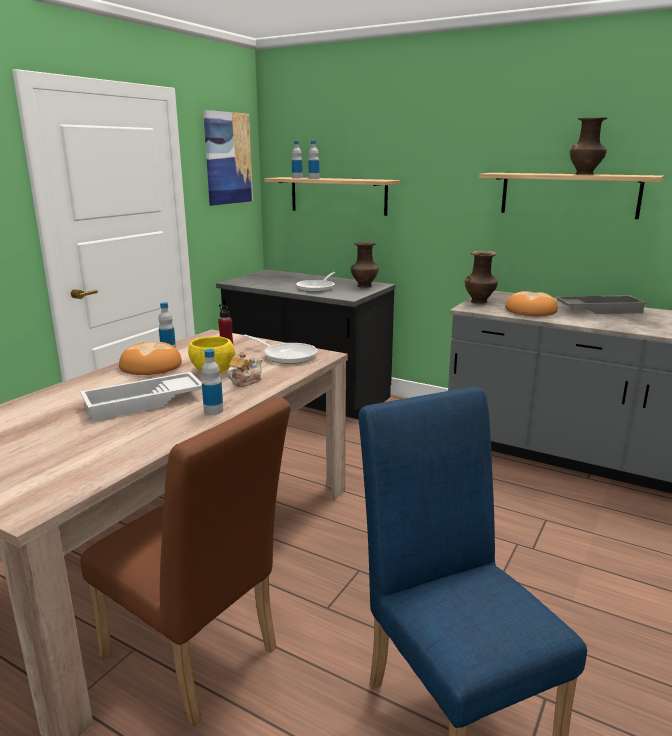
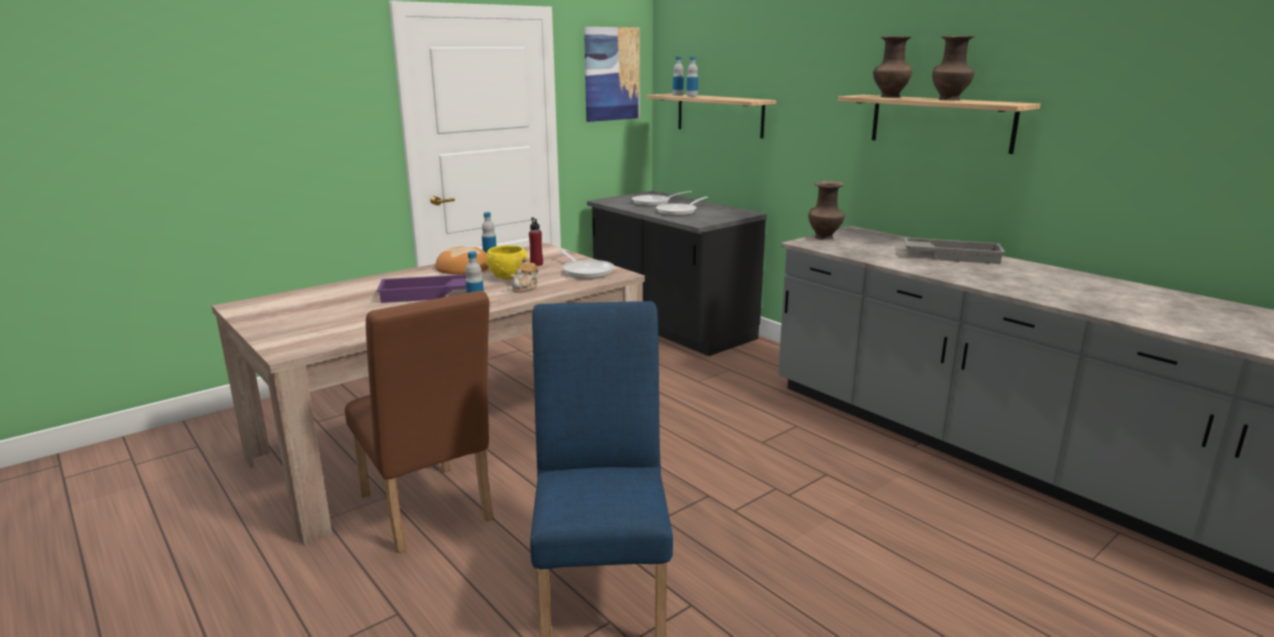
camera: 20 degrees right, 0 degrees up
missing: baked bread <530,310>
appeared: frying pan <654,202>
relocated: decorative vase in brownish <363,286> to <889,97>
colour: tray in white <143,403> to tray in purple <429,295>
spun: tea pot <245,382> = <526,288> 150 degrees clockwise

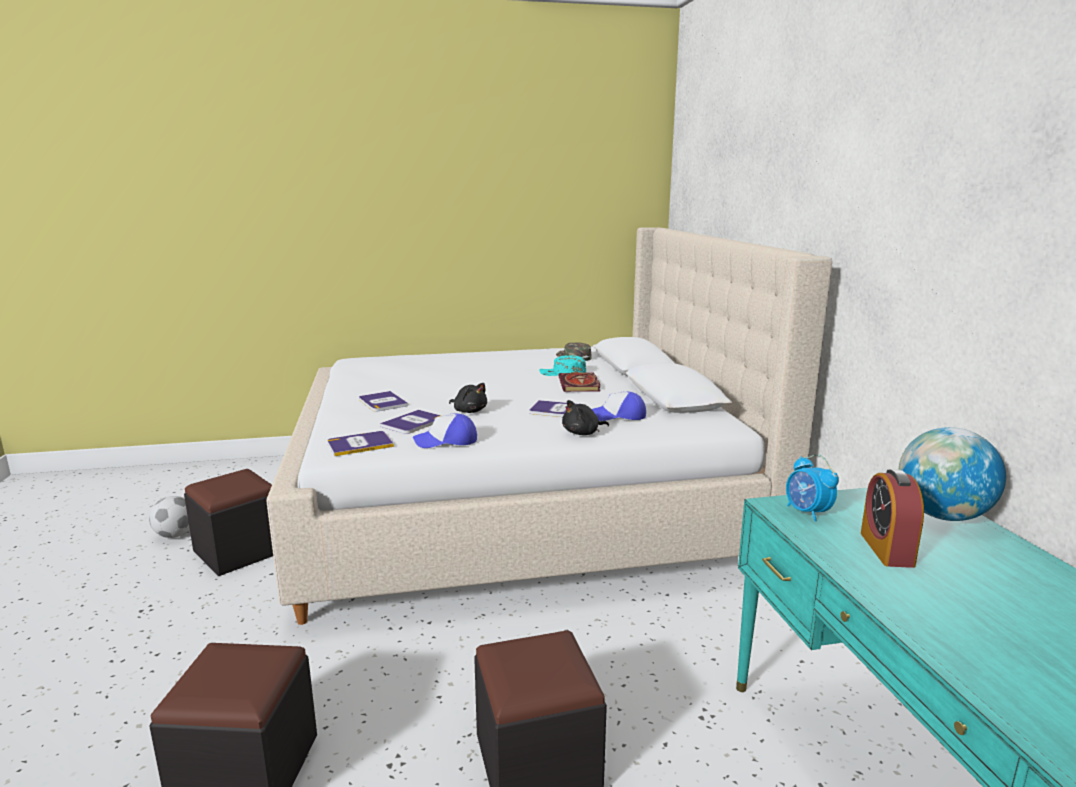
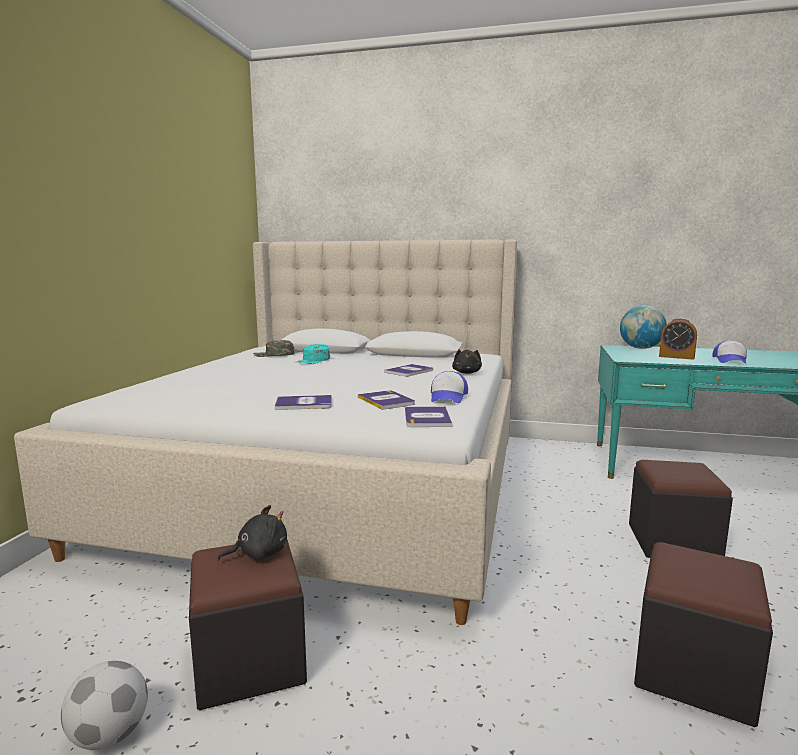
camera: 65 degrees left, 5 degrees down
missing: bound book <580,385>; bedside clock <807,512>
relocated: plush toy in black <469,411> to <259,553>; peaked cap <618,416> to <730,360>

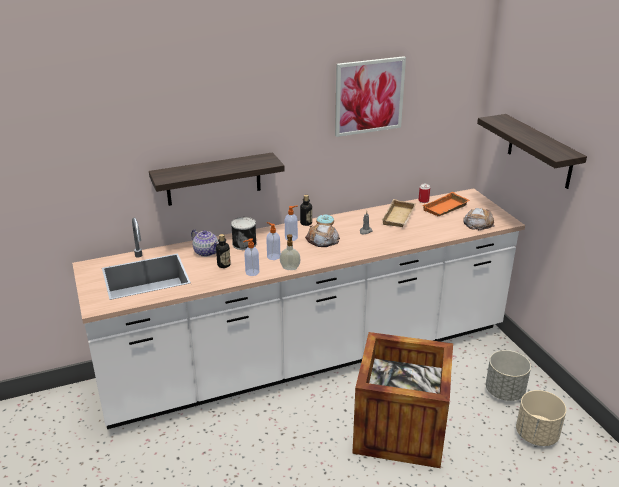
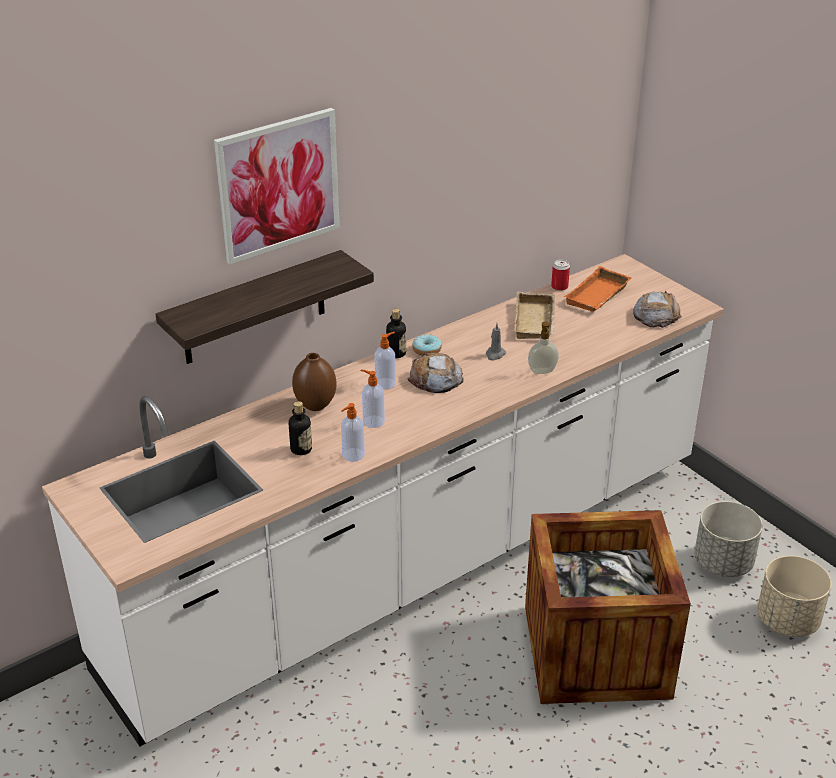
camera: 15 degrees left, 5 degrees up
missing: tea pot <206,252>; bracket shelf <540,151>
relocated: liquid soap bottle <290,268> to <542,372>; picture <369,96> to <278,185>
exchanged: sealed can <244,243> to decorative vase in brownish <315,405>

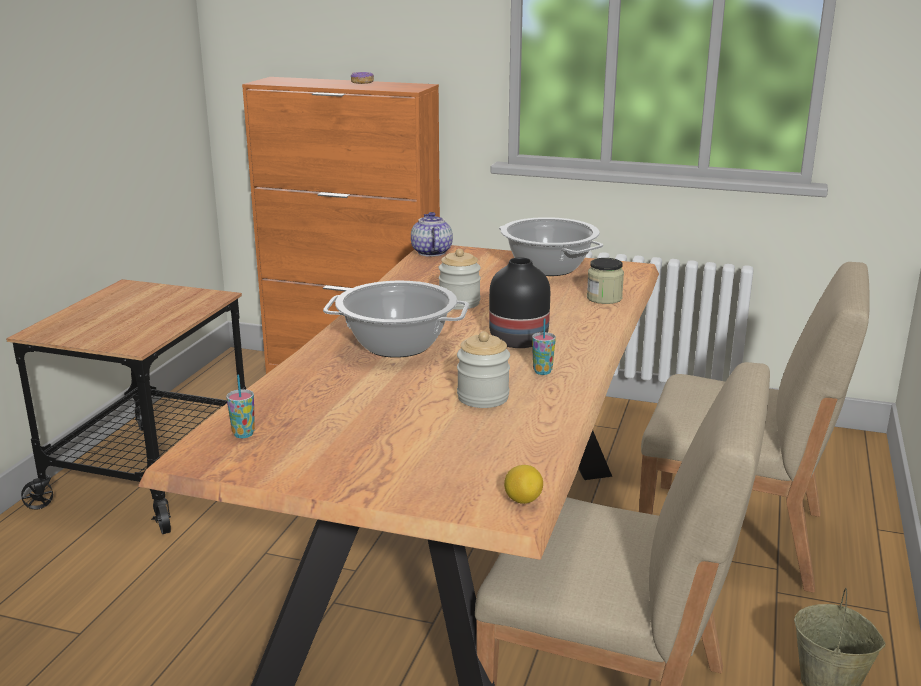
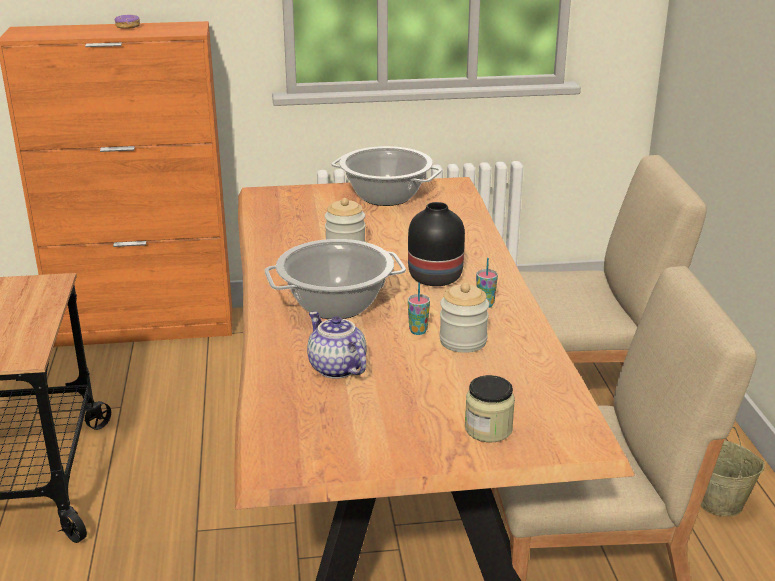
camera: 25 degrees left, 5 degrees up
missing: citrus fruit <523,500>
relocated: cup <243,434> to <418,331>; tea pot <430,252> to <335,368>; storage jar <604,298> to <488,429>

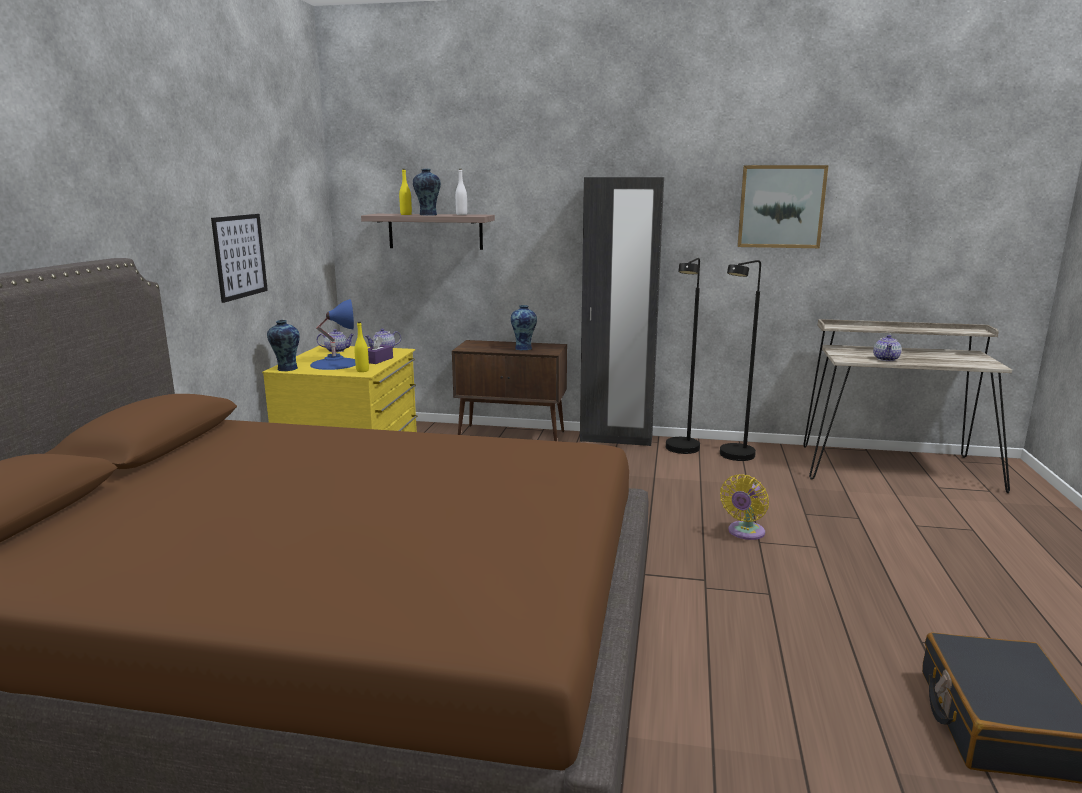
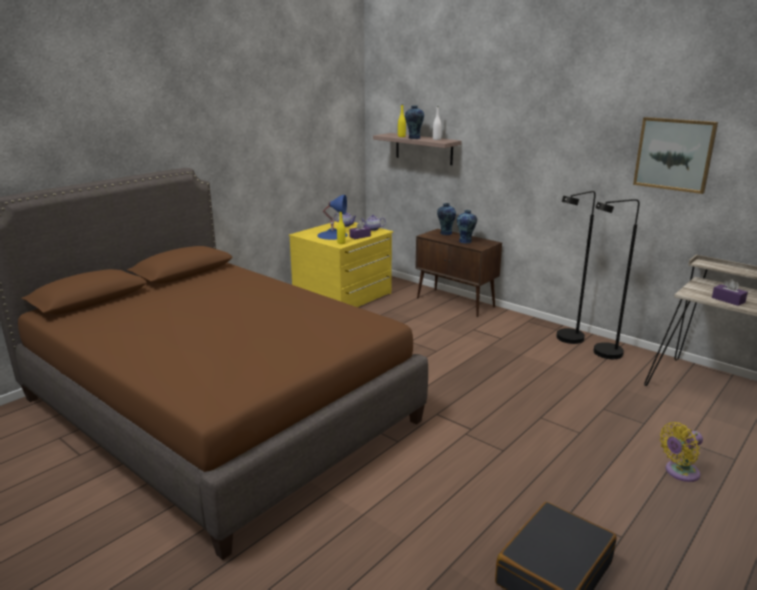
camera: 30 degrees right, 5 degrees up
missing: picture <240,256>; clothes cupboard in black <616,439>
relocated: decorative vase <286,369> to <445,233>; electric fan in yellow-coloured <744,533> to <679,472>
exchanged: tea pot <886,359> to tissue holder in purple <728,300>

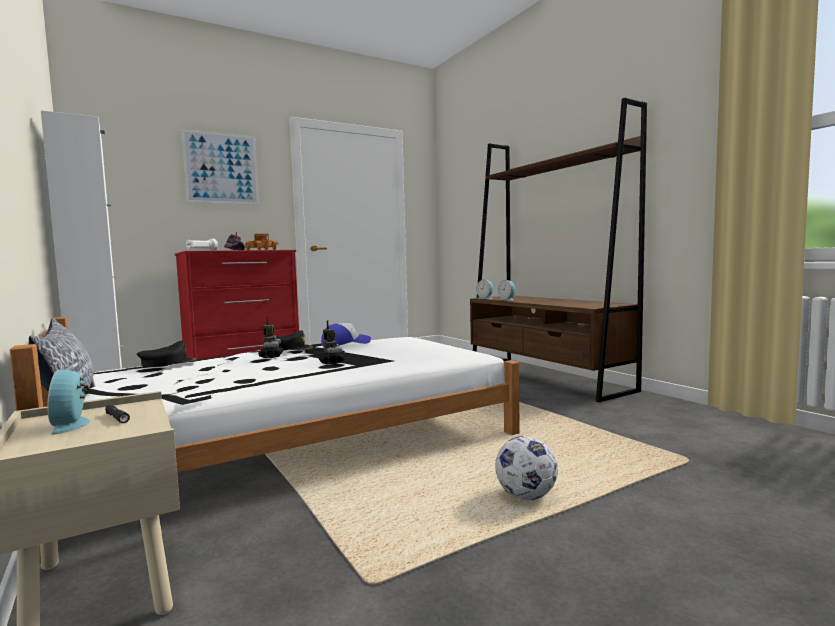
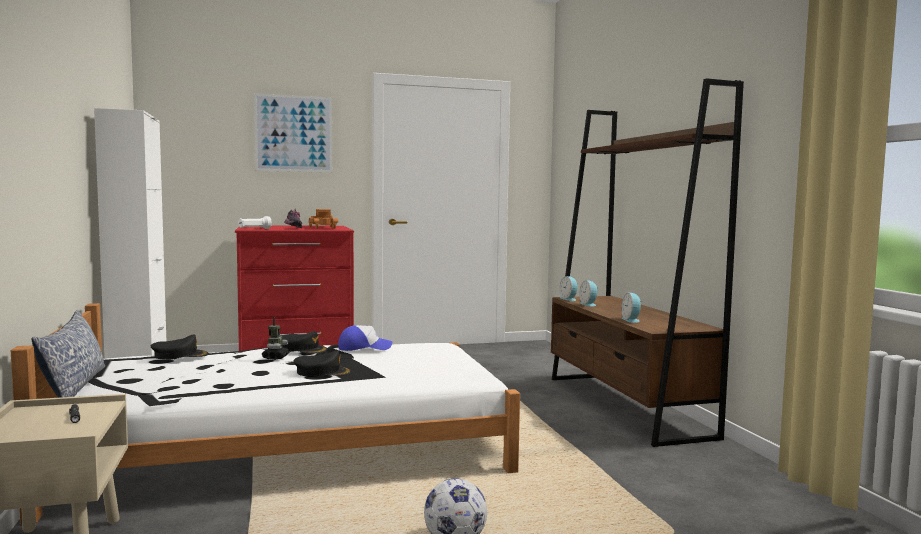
camera: 15 degrees right, 0 degrees up
relocated: bedside clock <72,424> to <631,320>
exchanged: robot figure <331,362> to peaked cap in black <322,372>

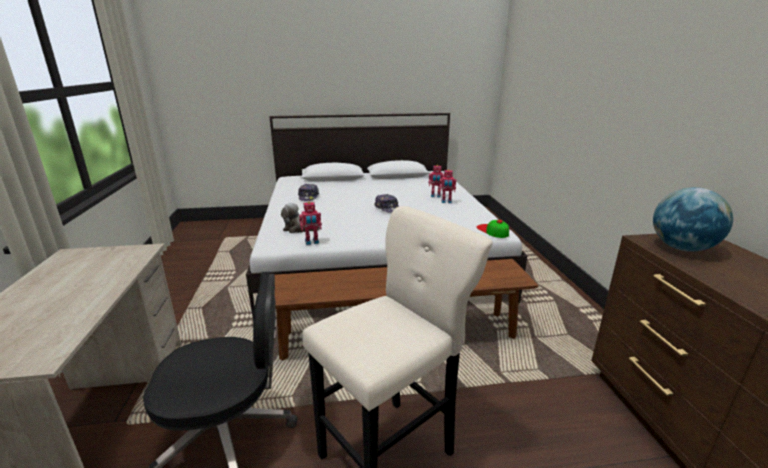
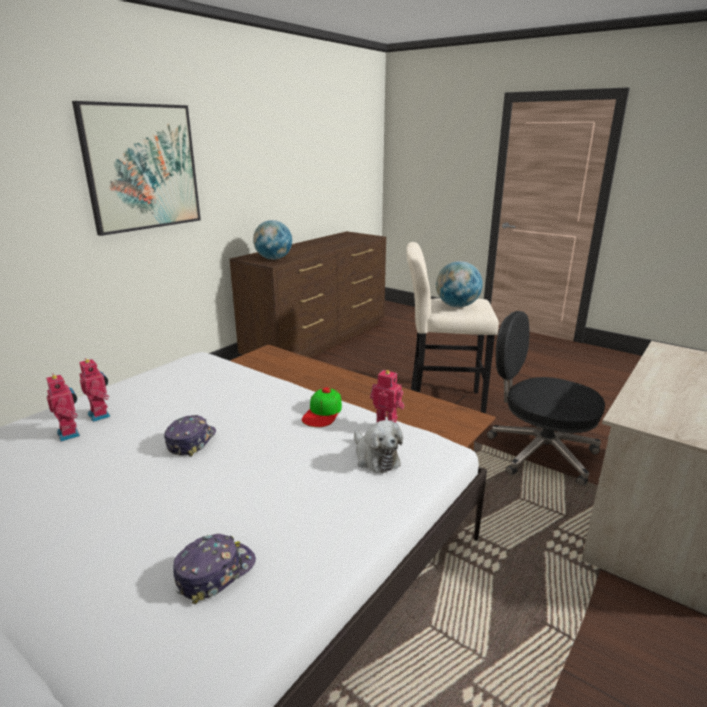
camera: 135 degrees left, 0 degrees up
appeared: picture <142,167>; globe <457,306>
relocated: peaked cap <492,230> to <323,412>

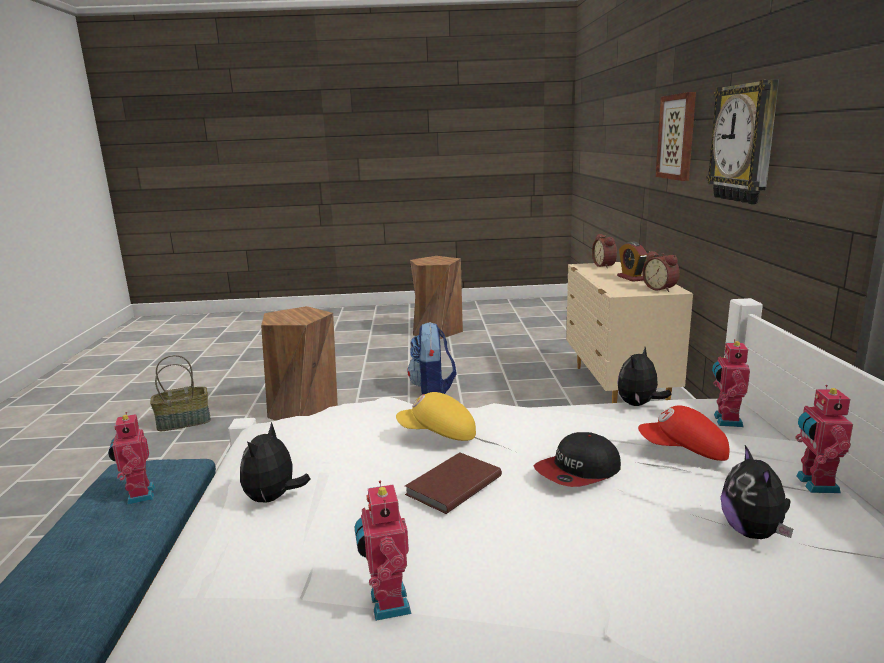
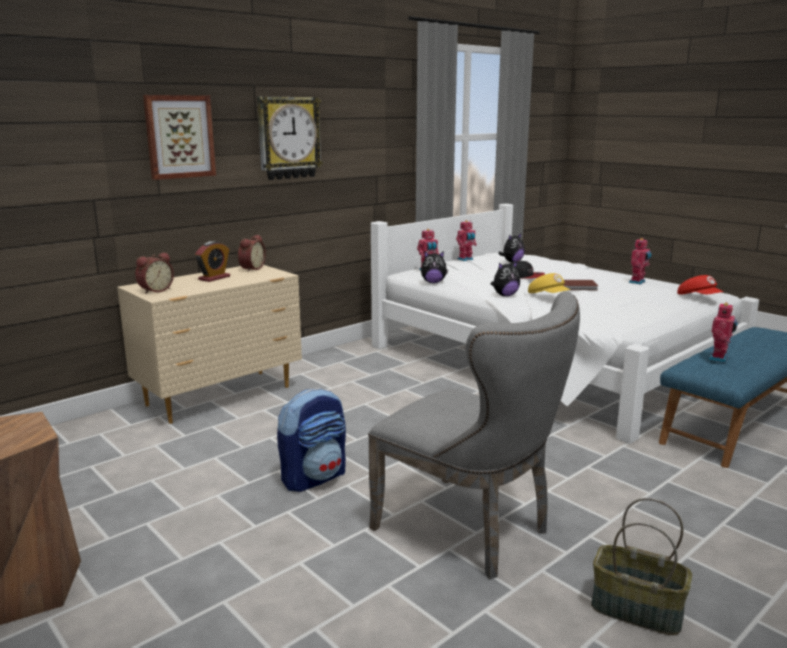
camera: 130 degrees left, 0 degrees up
relocated: plush toy <273,498> to <505,295>; peaked cap in reddish <684,452> to <699,298>
exchanged: sitting stool in brownish <304,411> to upright chair in gray <472,530>

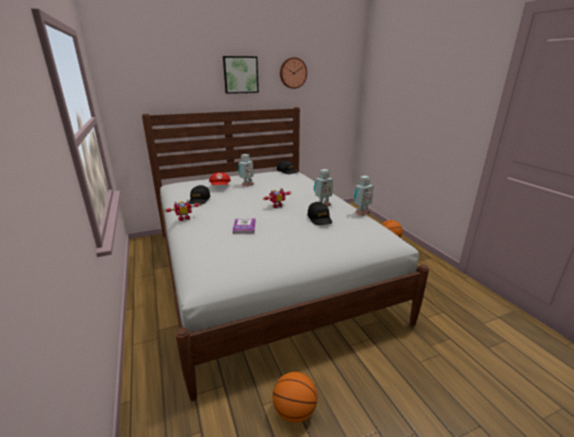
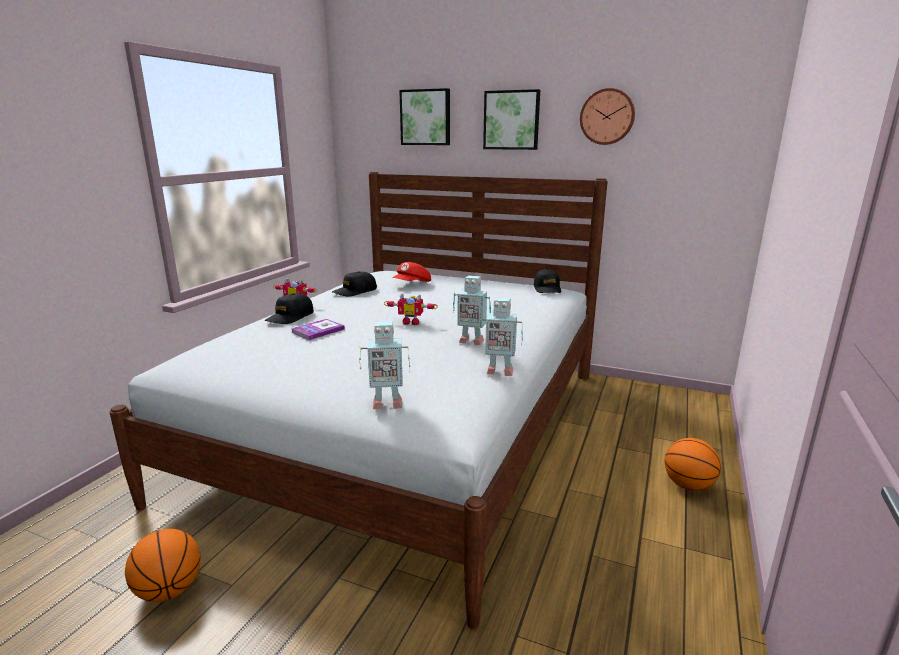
camera: 45 degrees right, 5 degrees down
appeared: picture <426,117>
relocated: robot figure <246,185> to <386,403>; peaked cap in black <319,218> to <290,317>

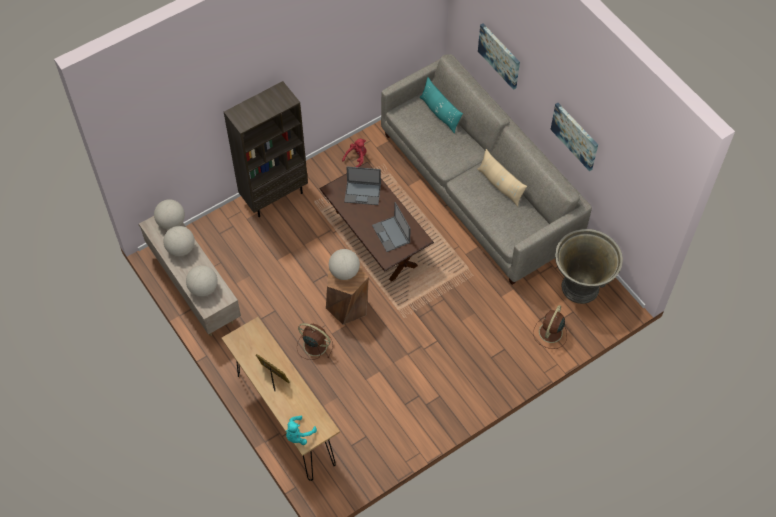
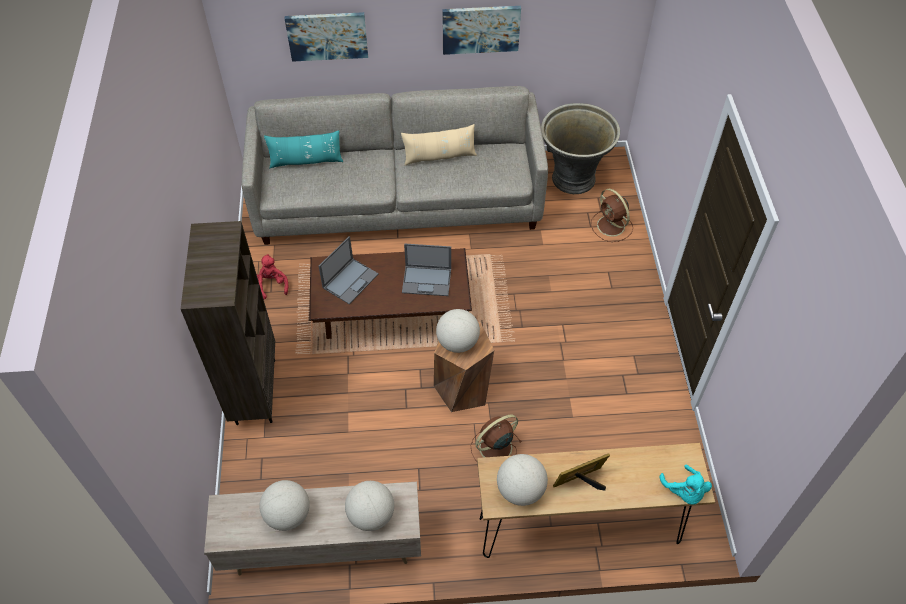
camera: 60 degrees left, 5 degrees down
relocated: globe <171,222> to <520,490>

